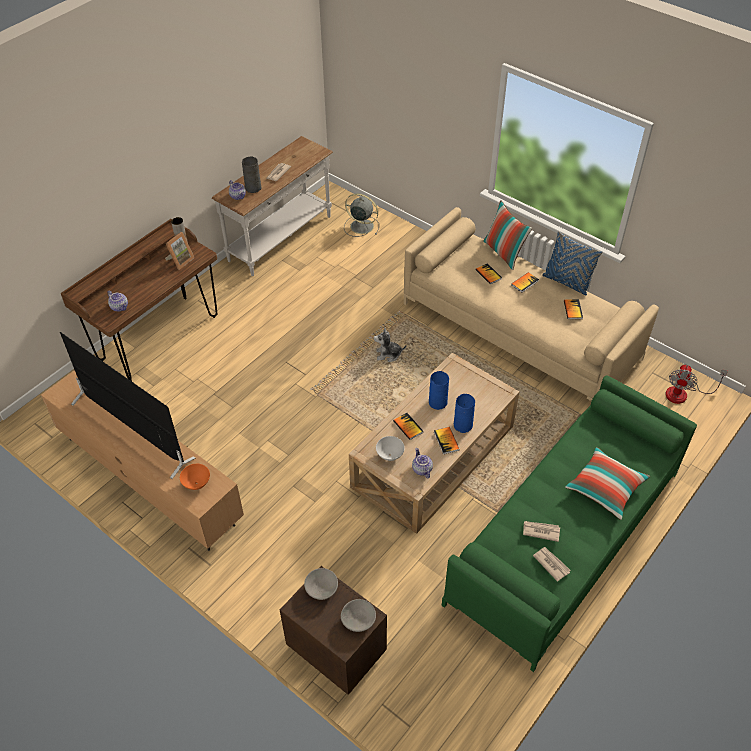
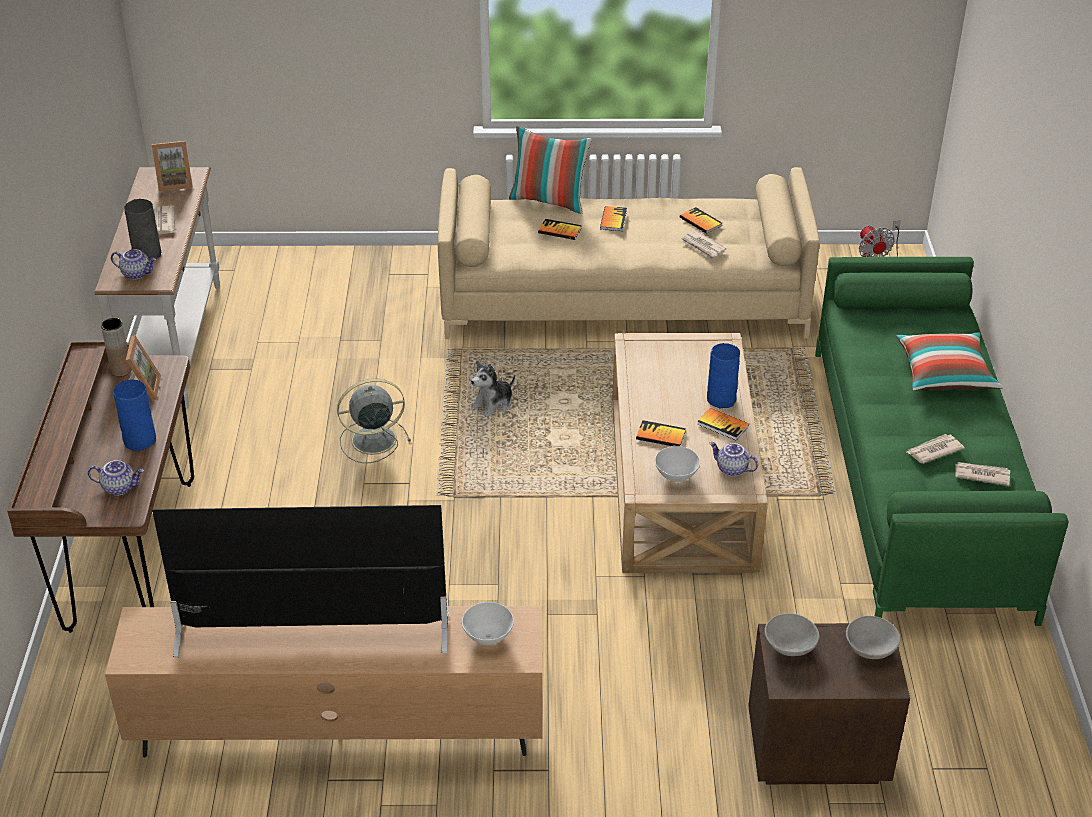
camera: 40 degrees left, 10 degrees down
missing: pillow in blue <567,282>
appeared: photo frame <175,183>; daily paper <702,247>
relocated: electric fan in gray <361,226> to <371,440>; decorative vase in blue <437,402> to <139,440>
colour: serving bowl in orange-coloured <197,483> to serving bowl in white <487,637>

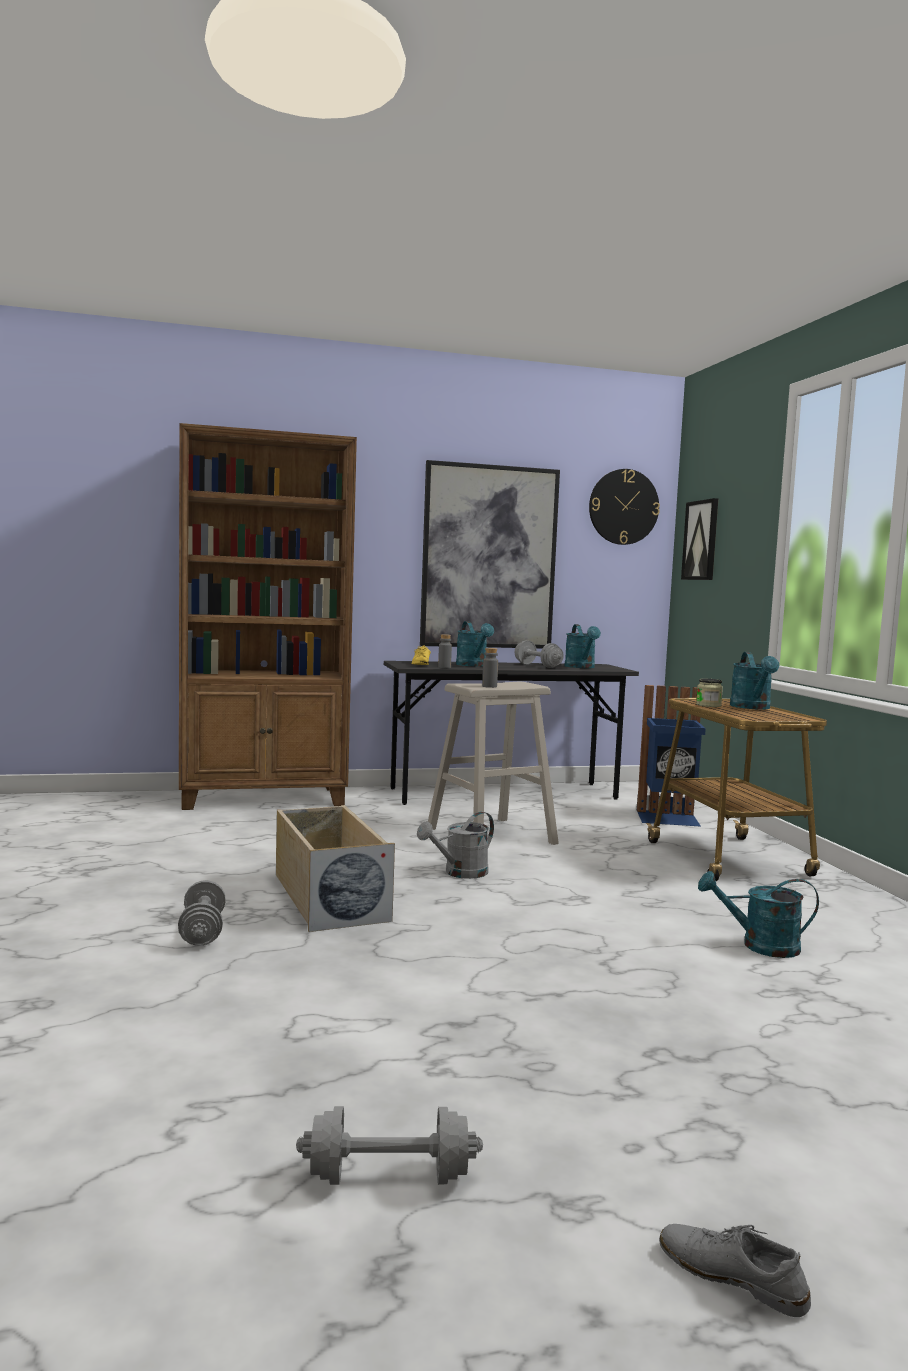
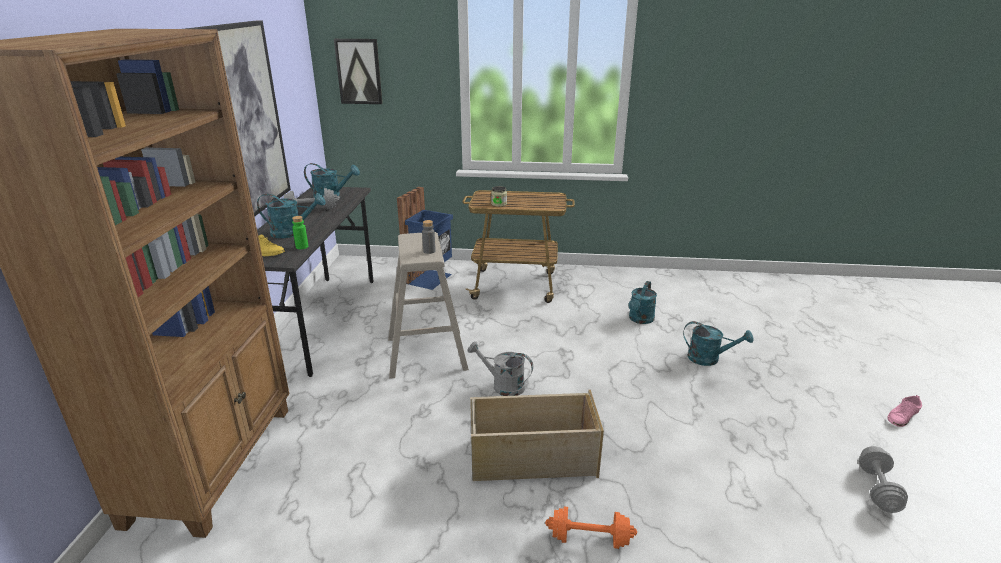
camera: 70 degrees left, 20 degrees up
missing: wall clock <623,507>
relocated: watering pot in turquoise <752,707> to <709,359>
colour: free weight in gray <202,931> to free weight in orange-coloured <589,539>; beverage bottle in gray <444,667> to beverage bottle in green <302,247>; shoe in gray <732,1275> to shoe in pinkish <902,416>
spun: watering pot in gray <460,873> = <502,385> 135 degrees clockwise

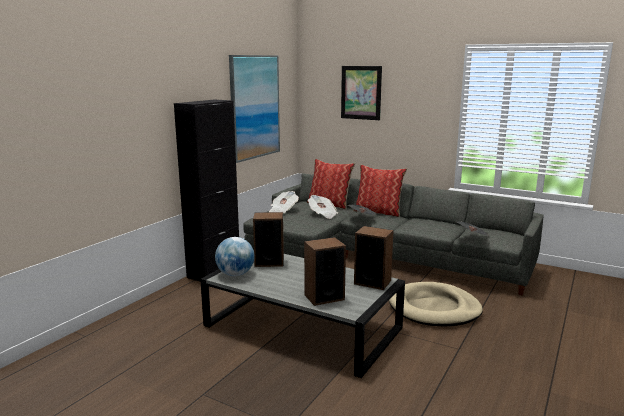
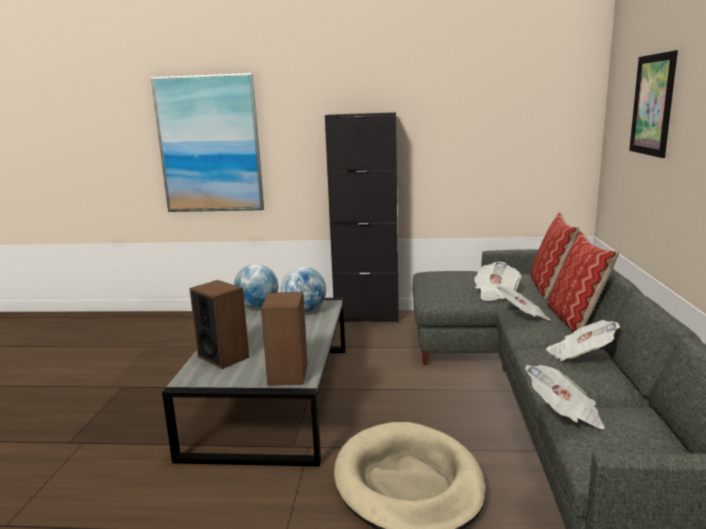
camera: 65 degrees right, 0 degrees up
relocated: picture <255,107> to <209,144>; daily paper <283,210> to <579,356>
exchanged: speaker <269,262> to globe <305,311>

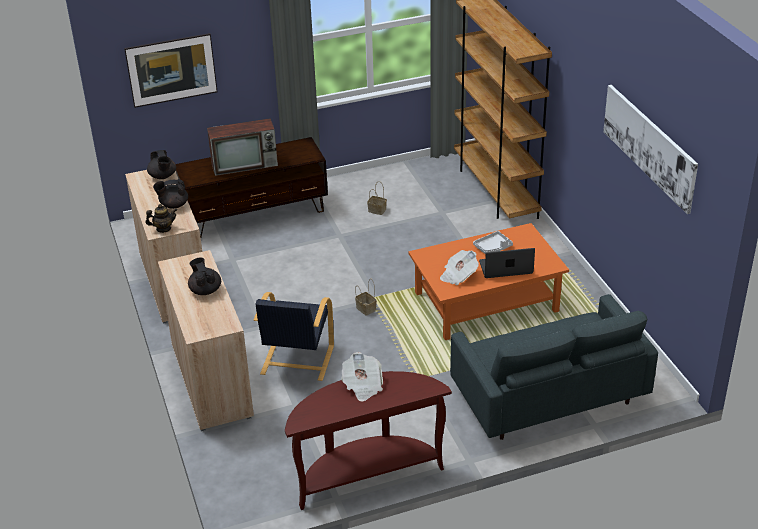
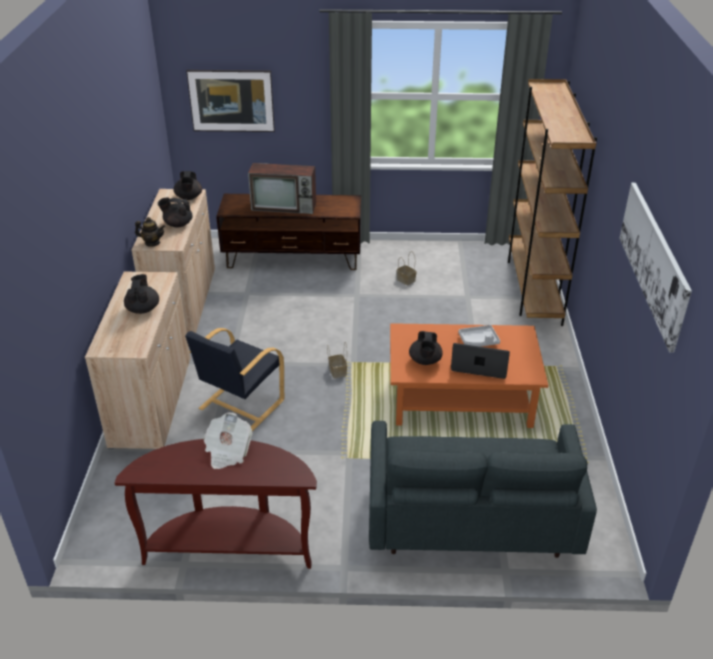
camera: 20 degrees right, 0 degrees up
exchanged: daily paper <458,276> to tea pot in black <425,361>

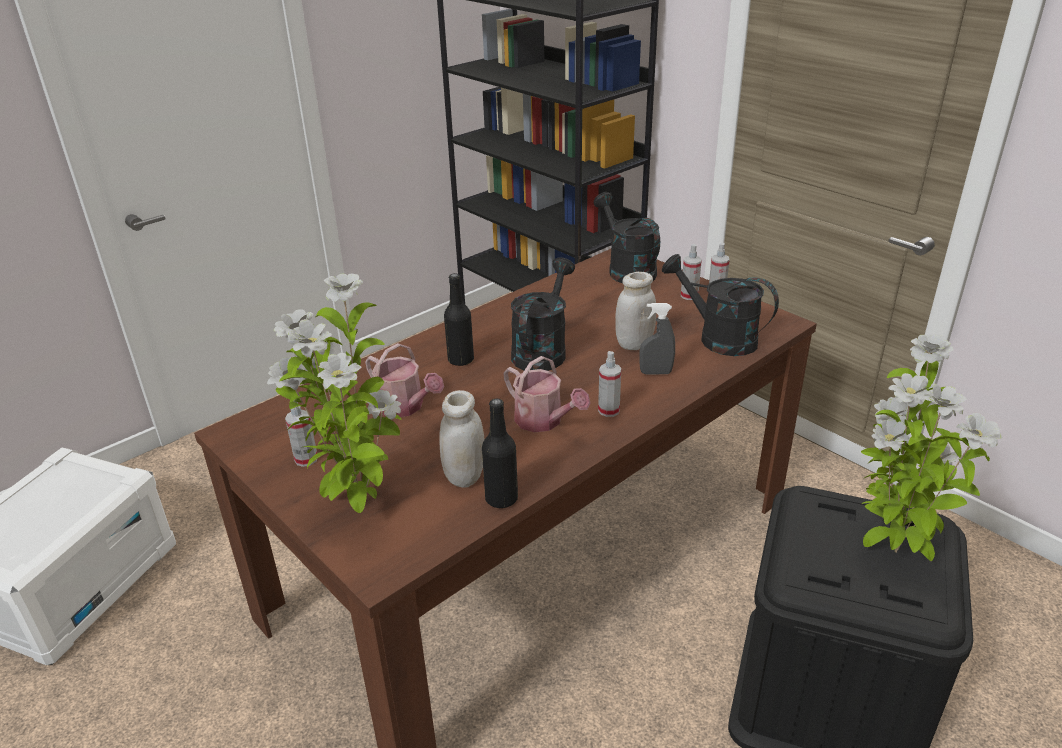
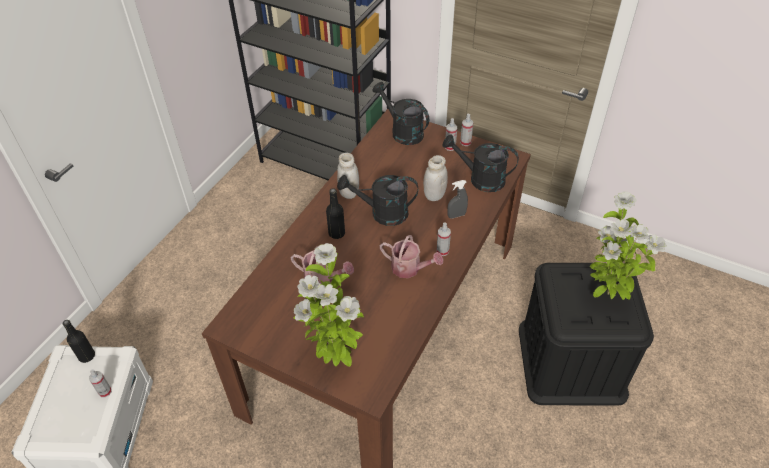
camera: 20 degrees left, 15 degrees up
relocated: hand sprayer <306,459> to <105,391>; storage jar in white <465,476> to <349,192>; beverage bottle in black <501,499> to <87,356>
spun: watering pot in black <542,350> = <382,213> 90 degrees counterclockwise

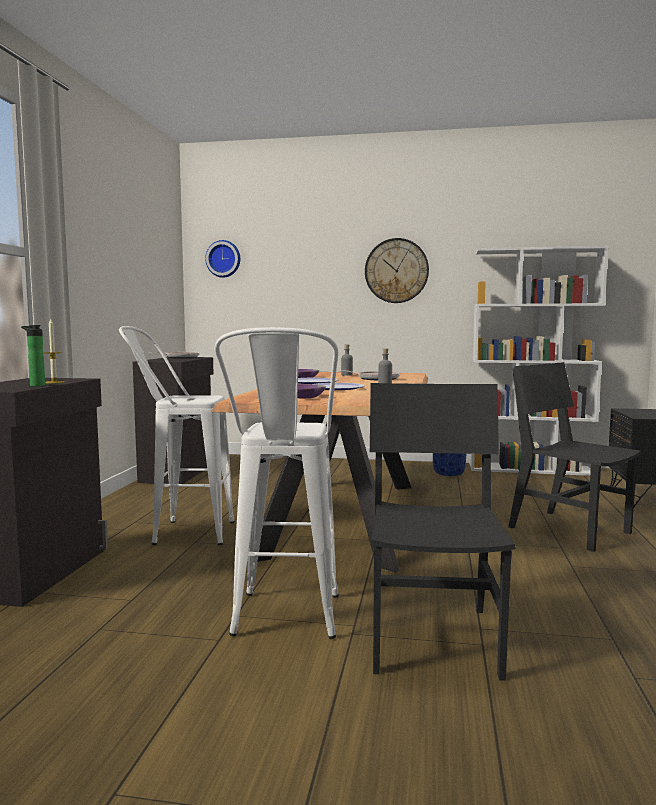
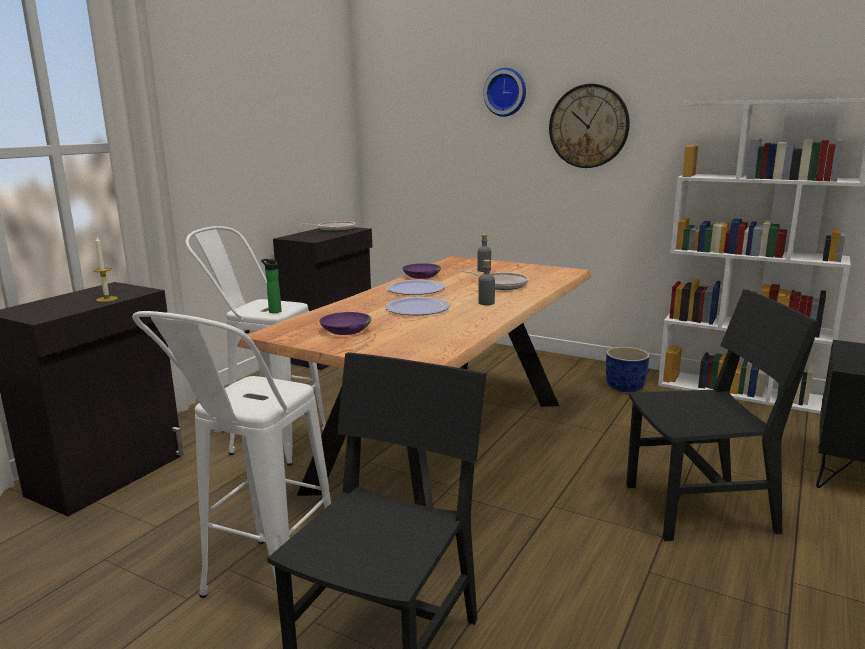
camera: 20 degrees right, 10 degrees up
relocated: beverage bottle <35,385> to <273,311>; wall clock <224,259> to <506,92>
spun: upright chair in black <569,530> = <699,508> 105 degrees clockwise

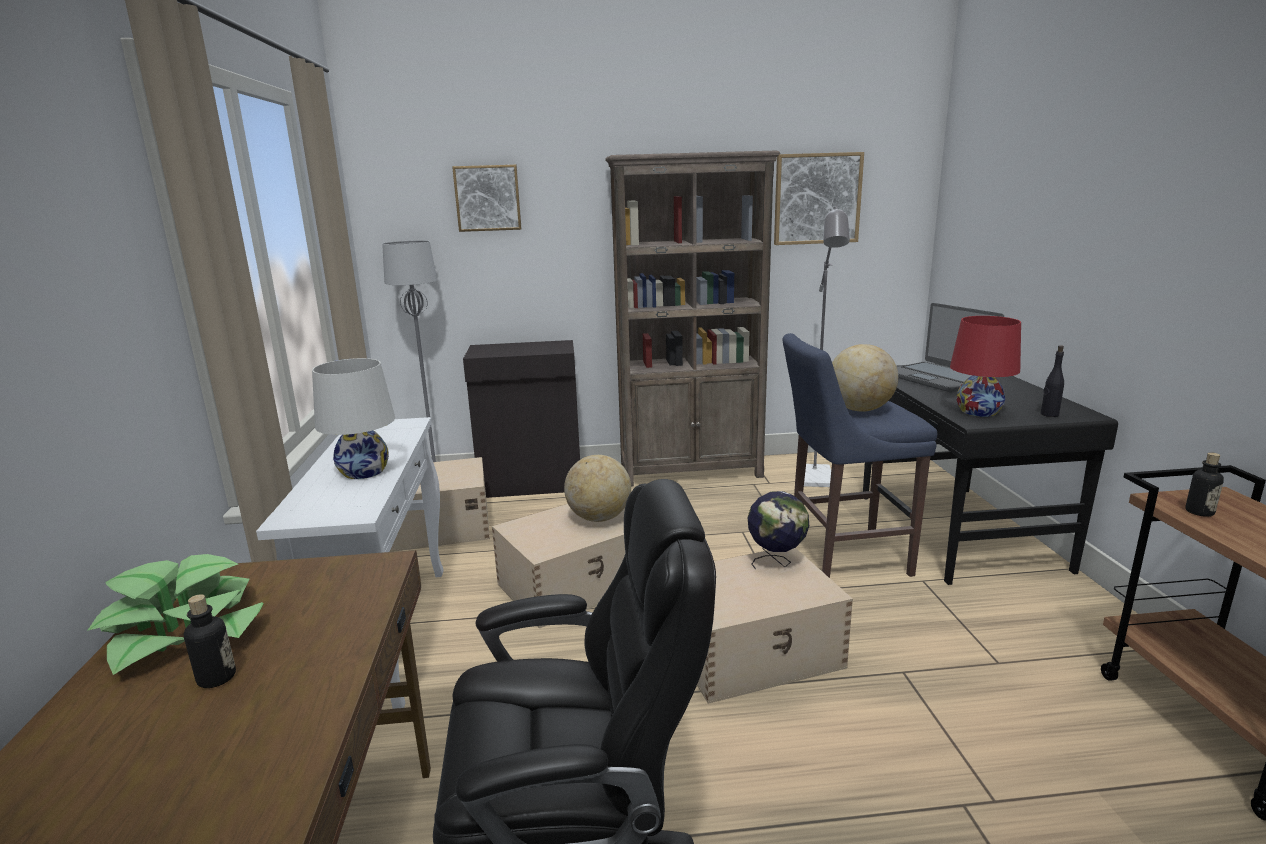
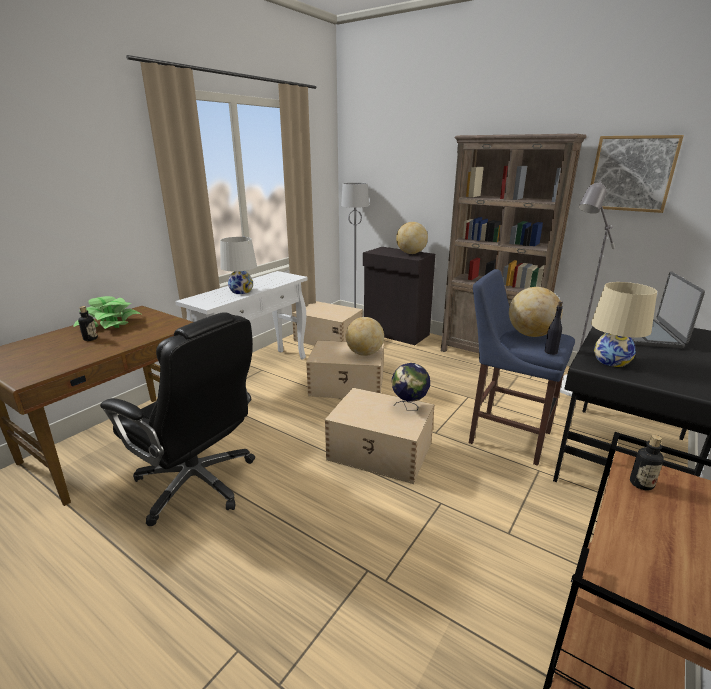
camera: 40 degrees right, 5 degrees up
missing: picture <488,198>
appeared: globe <411,253>
relocated: beverage bottle in black <1049,414> to <550,352>
colour: tabletop lamp in reddish <978,411> to tabletop lamp in sand-coloured <611,361>

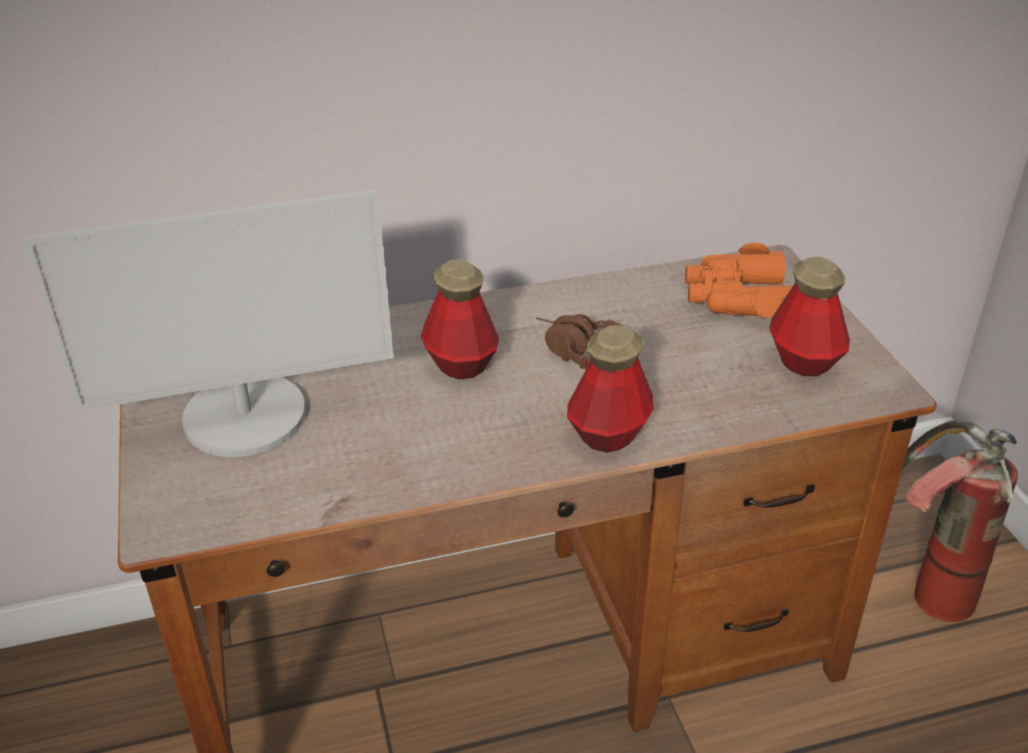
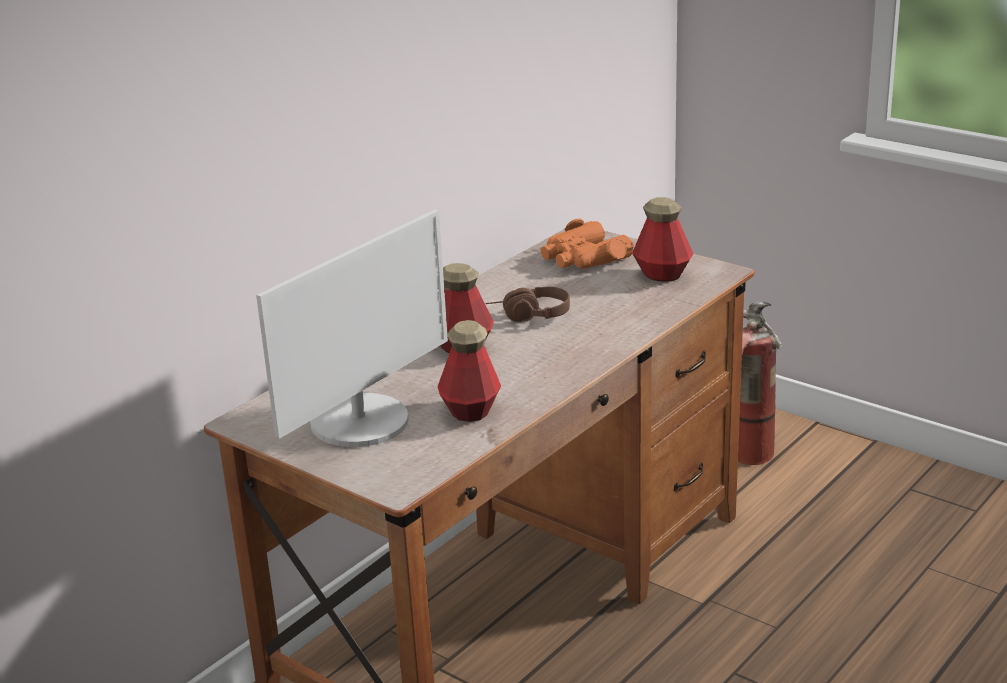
camera: 35 degrees left, 10 degrees down
relocated: beverage bottle <609,434> to <470,410>

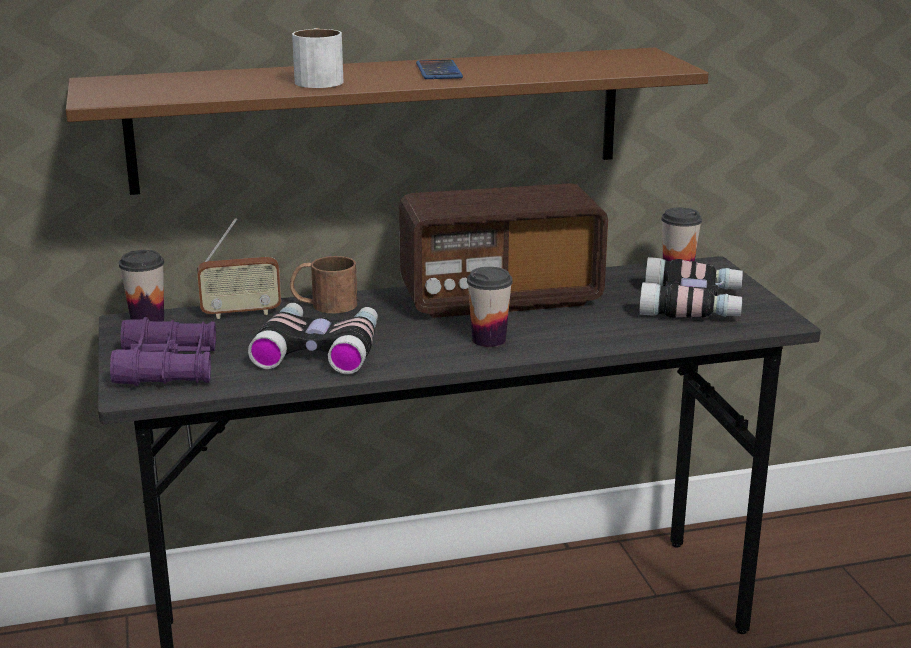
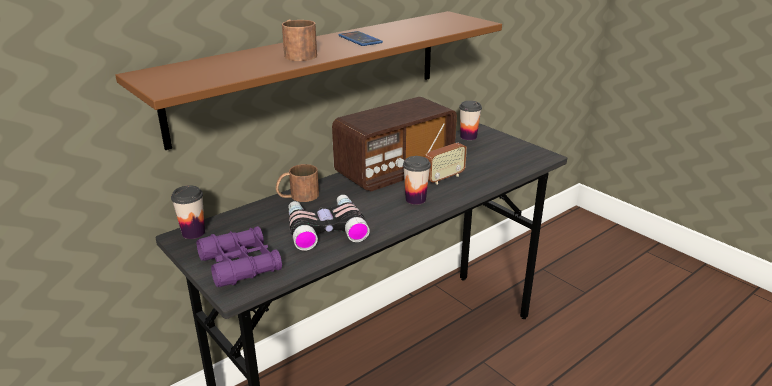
camera: 25 degrees left, 5 degrees up
missing: binoculars <693,304>
relocated: radio set <241,313> to <444,178>
colour: coffee mug in white <318,79> to coffee mug in brownish <297,54>

